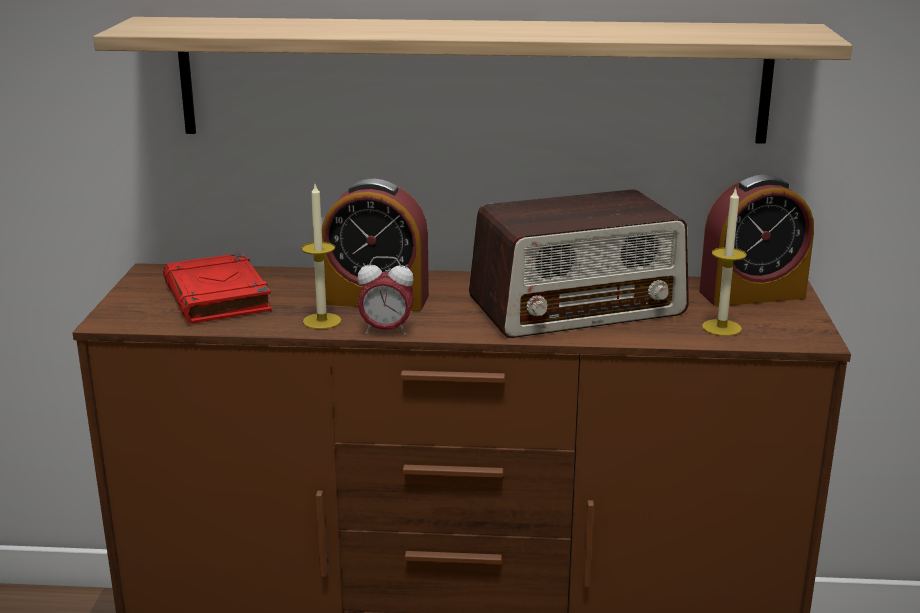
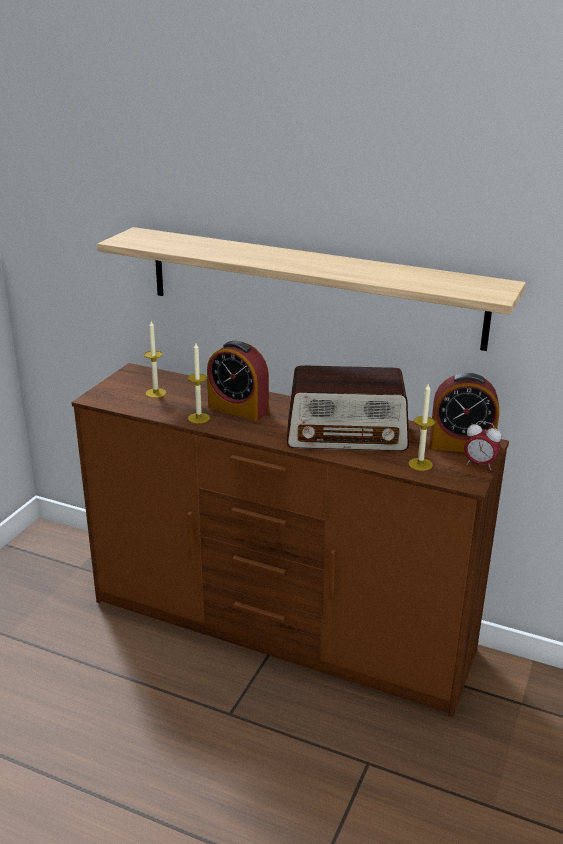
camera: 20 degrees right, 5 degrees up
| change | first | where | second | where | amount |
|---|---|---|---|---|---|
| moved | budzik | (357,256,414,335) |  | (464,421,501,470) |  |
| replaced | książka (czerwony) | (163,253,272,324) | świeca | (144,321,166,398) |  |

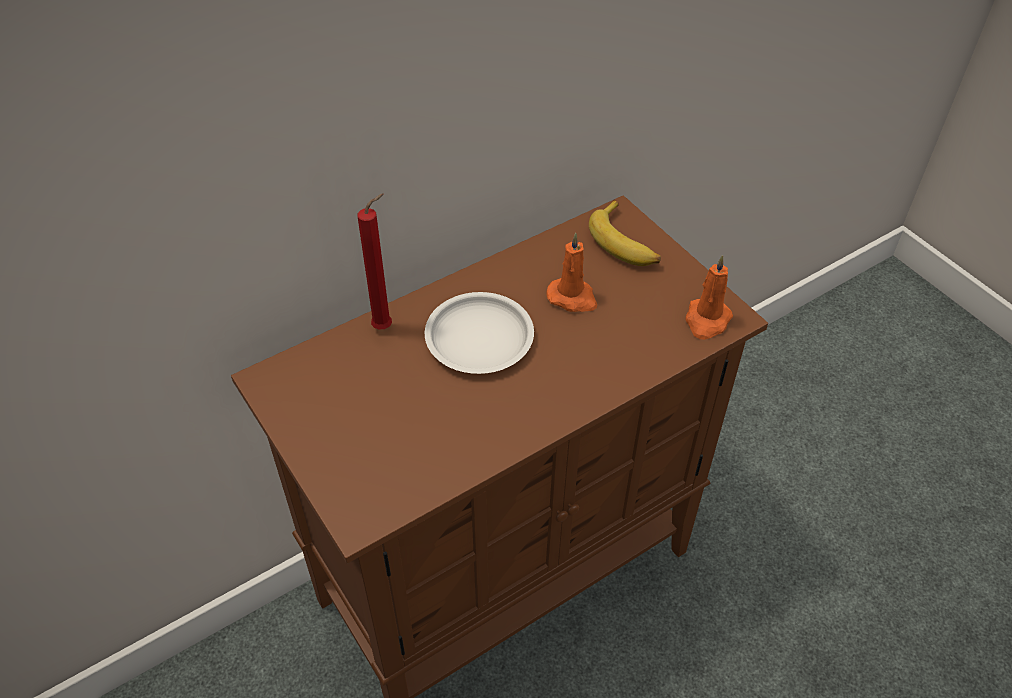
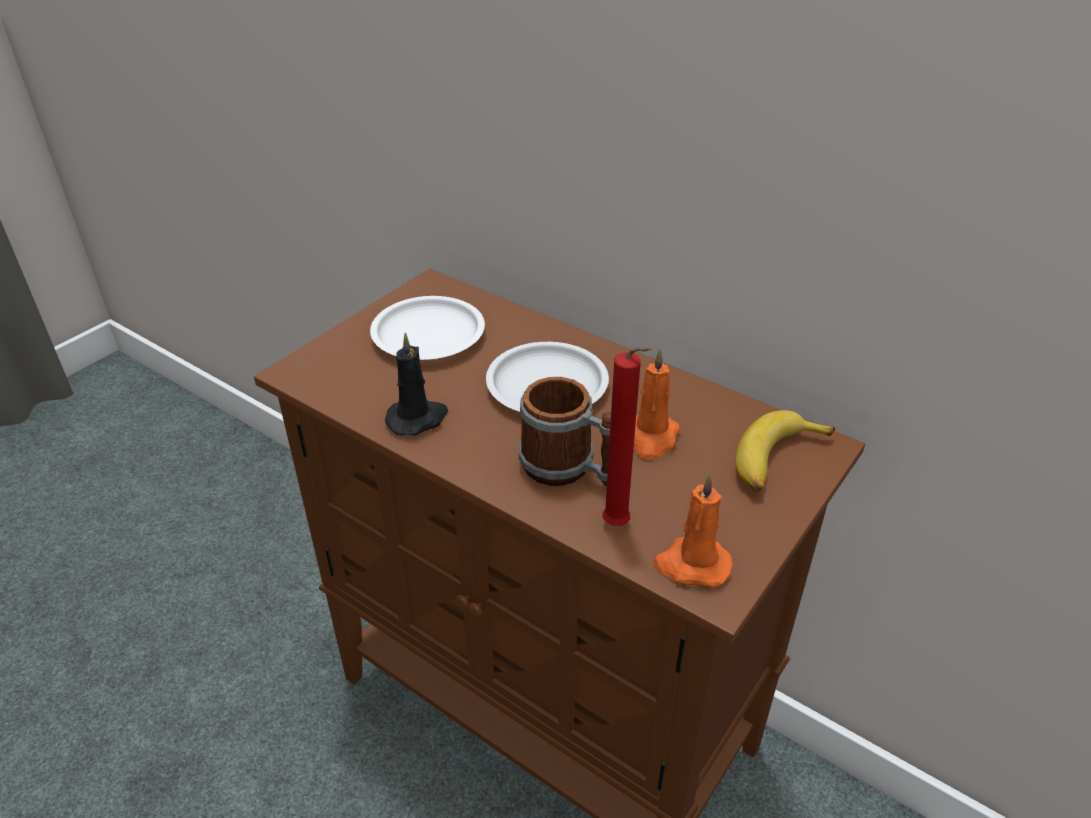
camera: 70 degrees right, 10 degrees down
| change | first | where | second | where | amount |
|---|---|---|---|---|---|
| added |  |  | talerz (biały) | (370,296,485,360) |  |
| added |  |  | świeca (czarny) | (385,332,448,436) |  |
| added |  |  | kubek | (519,377,611,486) |  |
| moved | świeca (czerwony) | (357,193,392,330) |  | (602,347,652,526) |  |

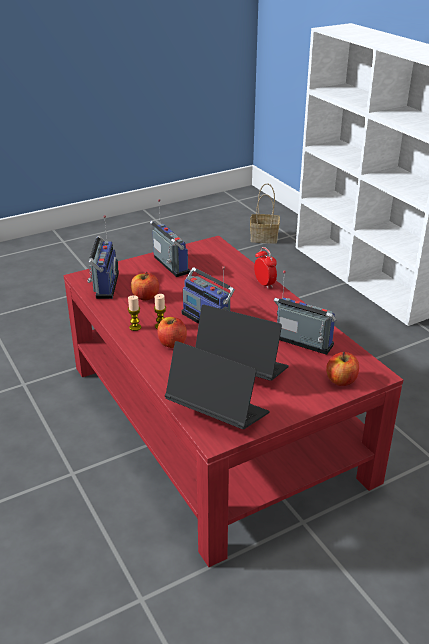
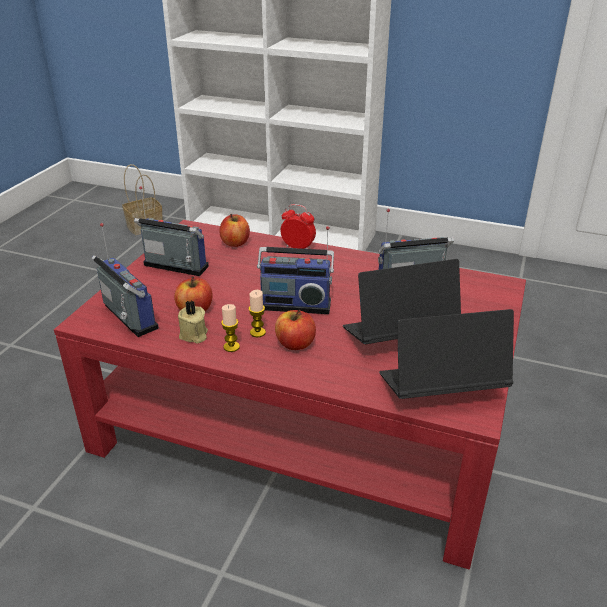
camera: 40 degrees left, 0 degrees up
| change | first | where | second | where | amount |
|---|---|---|---|---|---|
| added |  |  | świeca (beżowy) | (178,301,208,344) |  |
| moved | jabłko | (326,352,359,386) |  | (220,214,250,247) |  |

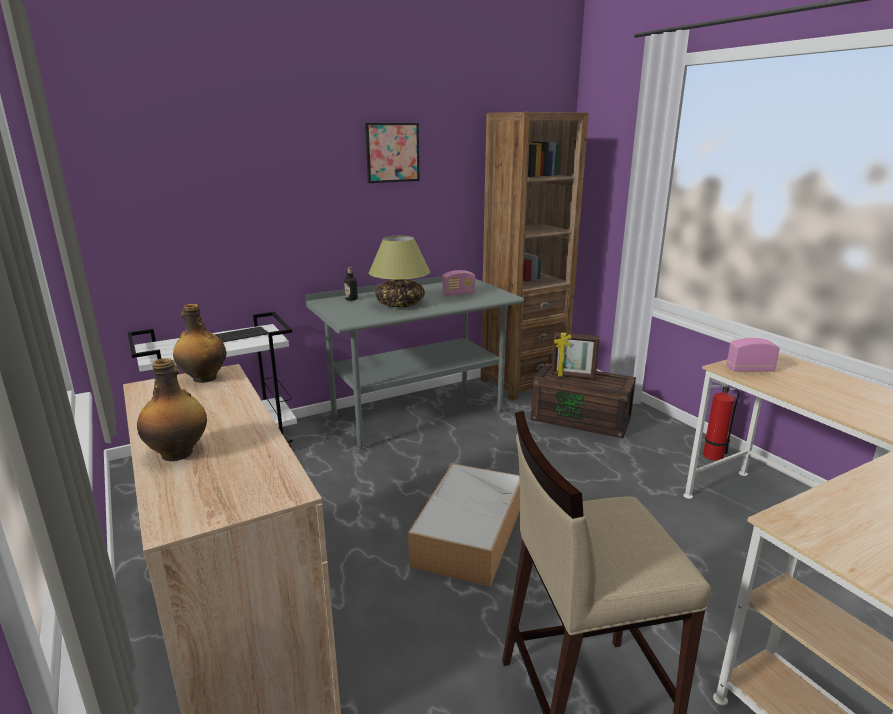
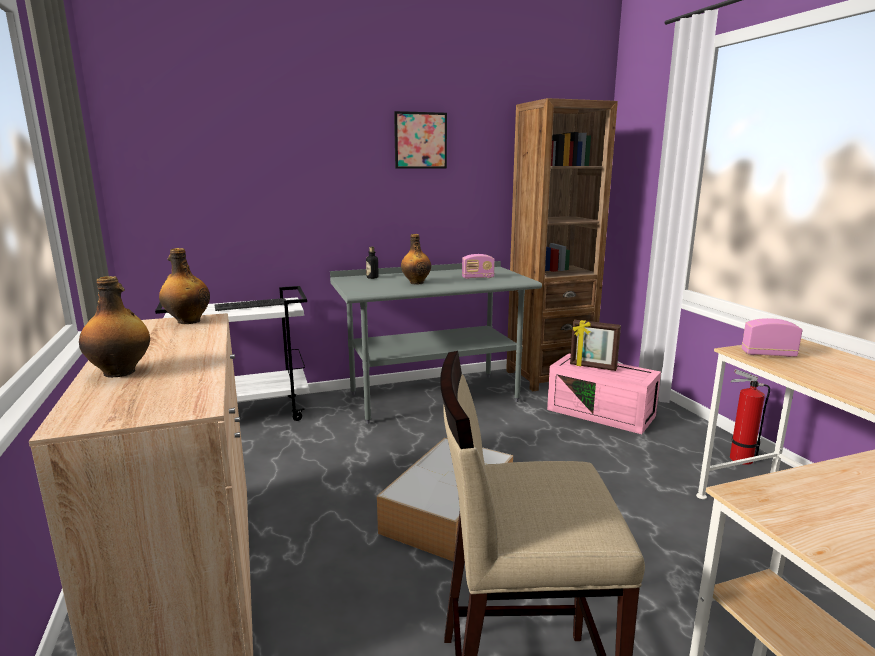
camera: 10 degrees right, 5 degrees down
| change | first | where | second | where | amount |
|---|---|---|---|---|---|
| replaced | lampa stołowa | (369,236,430,307) | butelka | (401,234,431,284) |  |
| recoloured | pojemnik do przechowywania (brązowy) | (531,363,636,438) | pojemnik do przechowywania (różowy) | (547,353,661,434) |  |

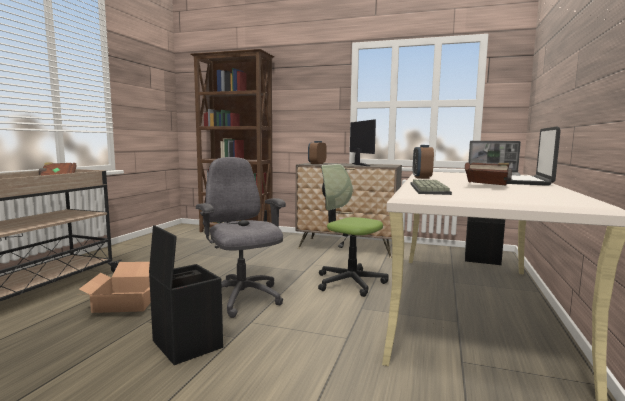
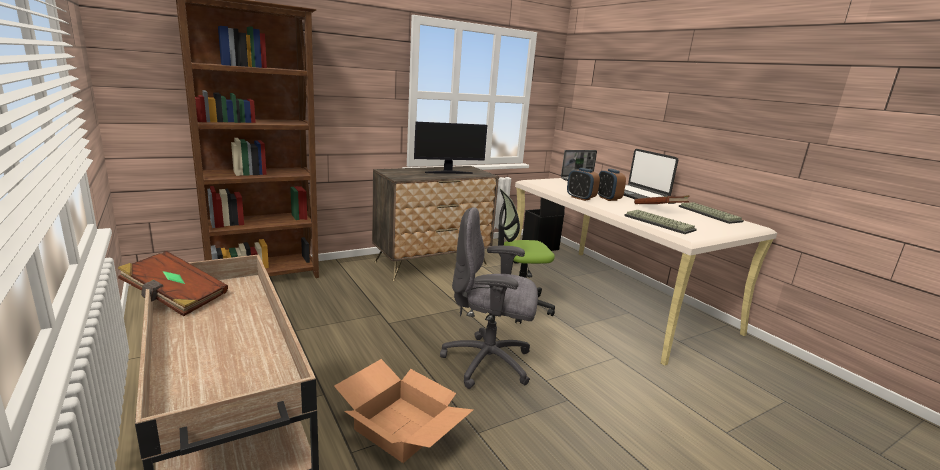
camera: 50 degrees left, 10 degrees up
| change | first | where | second | where | amount |
|---|---|---|---|---|---|
| removed | pojemnik do przechowywania (czarny) | (149,225,223,365) |  |  |  |
| added |  |  | klawiatura | (679,202,744,224) |  |
| moved | budzik | (308,141,327,164) |  | (598,169,626,201) |  |
| turned | monitor | (350,119,376,166) |  | (414,122,487,174) | 135 degrees clockwise |

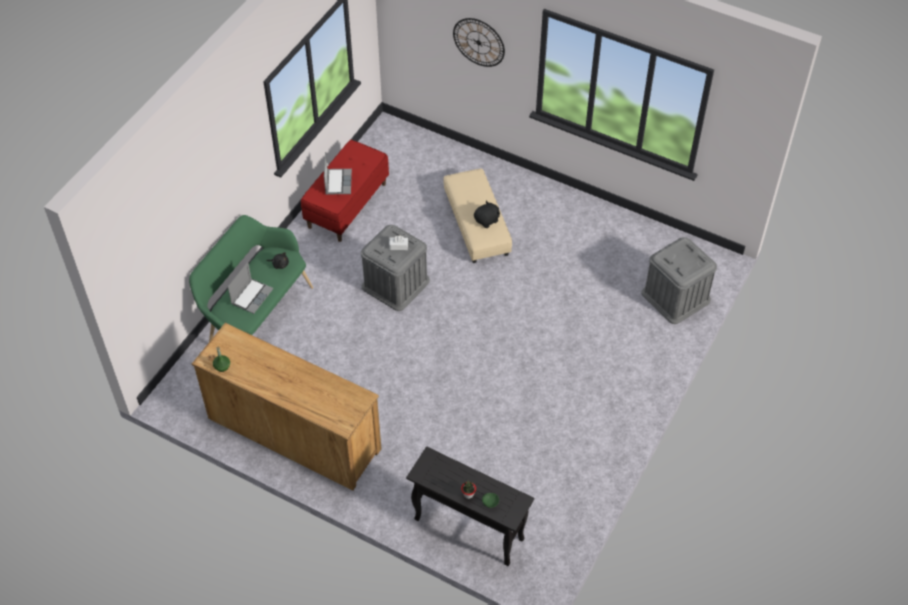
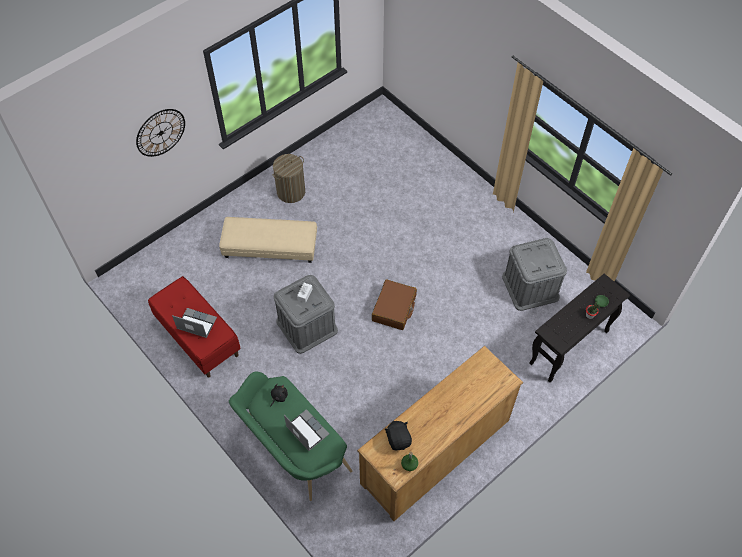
camera: 70 degrees left, 5 degrees up
| change | first | where | second | where | amount |
|---|---|---|---|---|---|
| added |  |  | kosz na pranie | (272,154,305,203) |  |
| added |  |  | walizka (brązowy) | (372,279,417,330) |  |
| moved | pluszak (czarny) | (474,200,500,228) |  | (385,421,412,450) |  |
| moved | pojemnik do przechowywania (szary) | (641,237,717,324) |  | (502,238,567,311) |  |

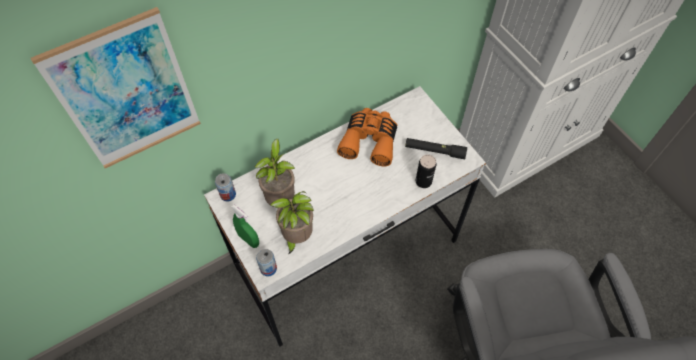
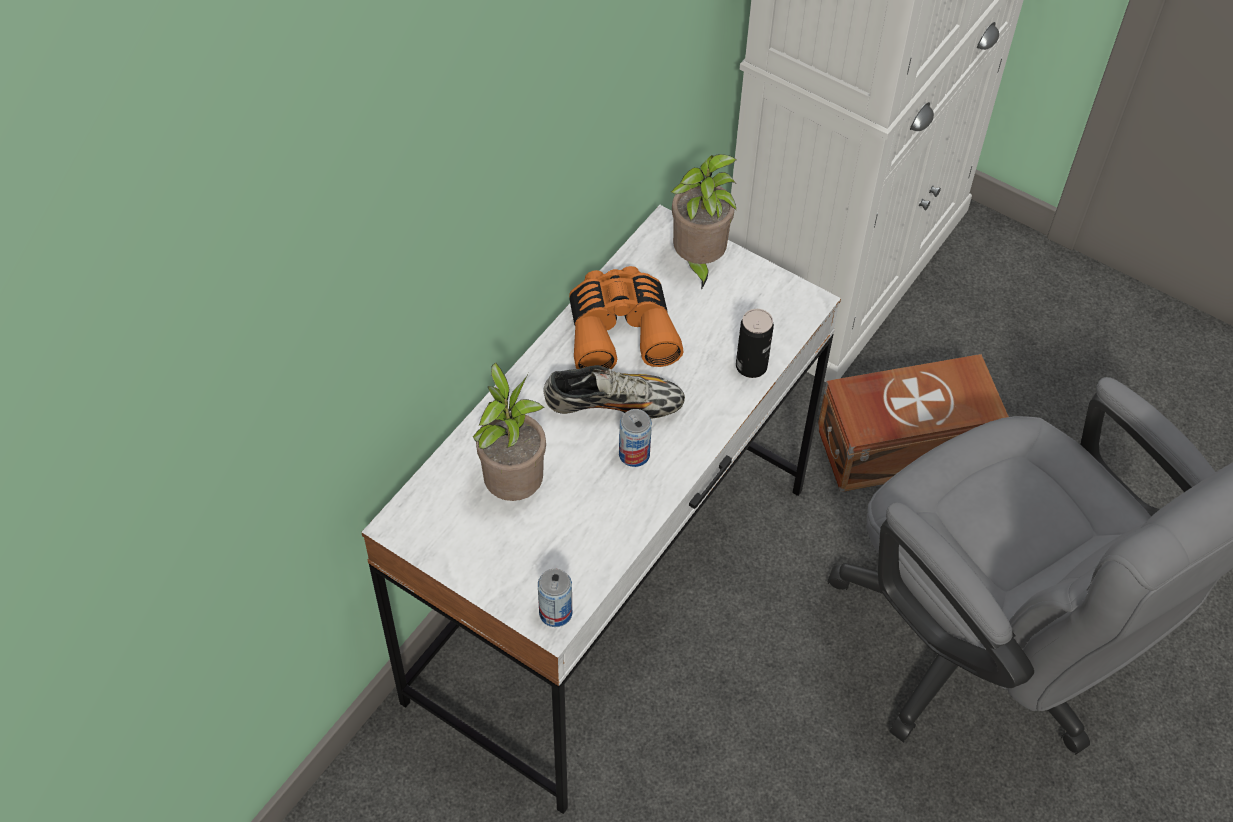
camera: 25 degrees left, 5 degrees down
| change | first | where | second | where | amount |
|---|---|---|---|---|---|
| removed | obraz | (31,7,201,168) |  |  |  |
| removed | spryskiwacz (zielony) | (231,204,259,248) |  |  |  |
| removed | latarka (czarny) | (405,138,467,159) |  |  |  |
| added |  |  | but | (544,365,685,419) |  |
| added |  |  | pojemnik do przechowywania (brązowy) | (817,354,1009,492) |  |
| moved | puszka | (215,173,236,201) |  | (619,409,652,467) |  |
| moved | roślina doniczkowa | (270,191,314,255) |  | (671,154,737,290) |  |

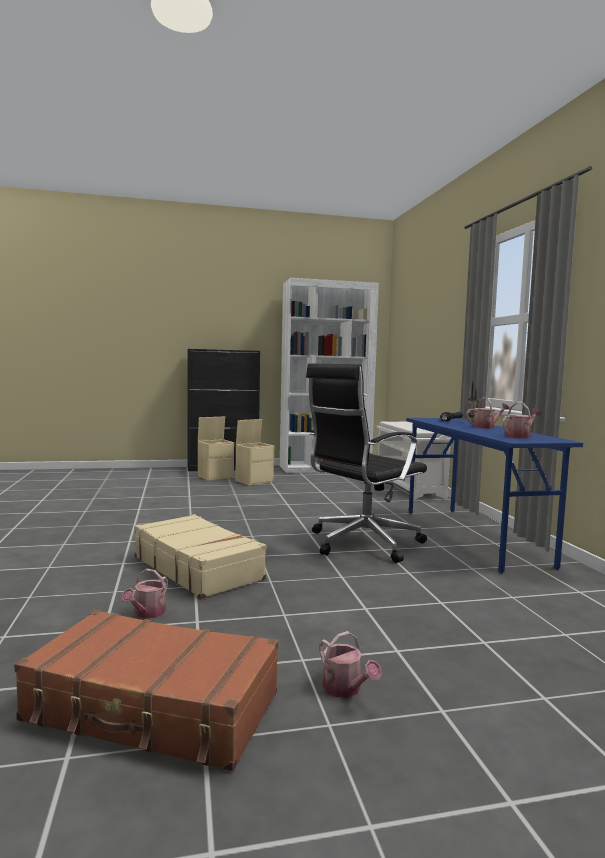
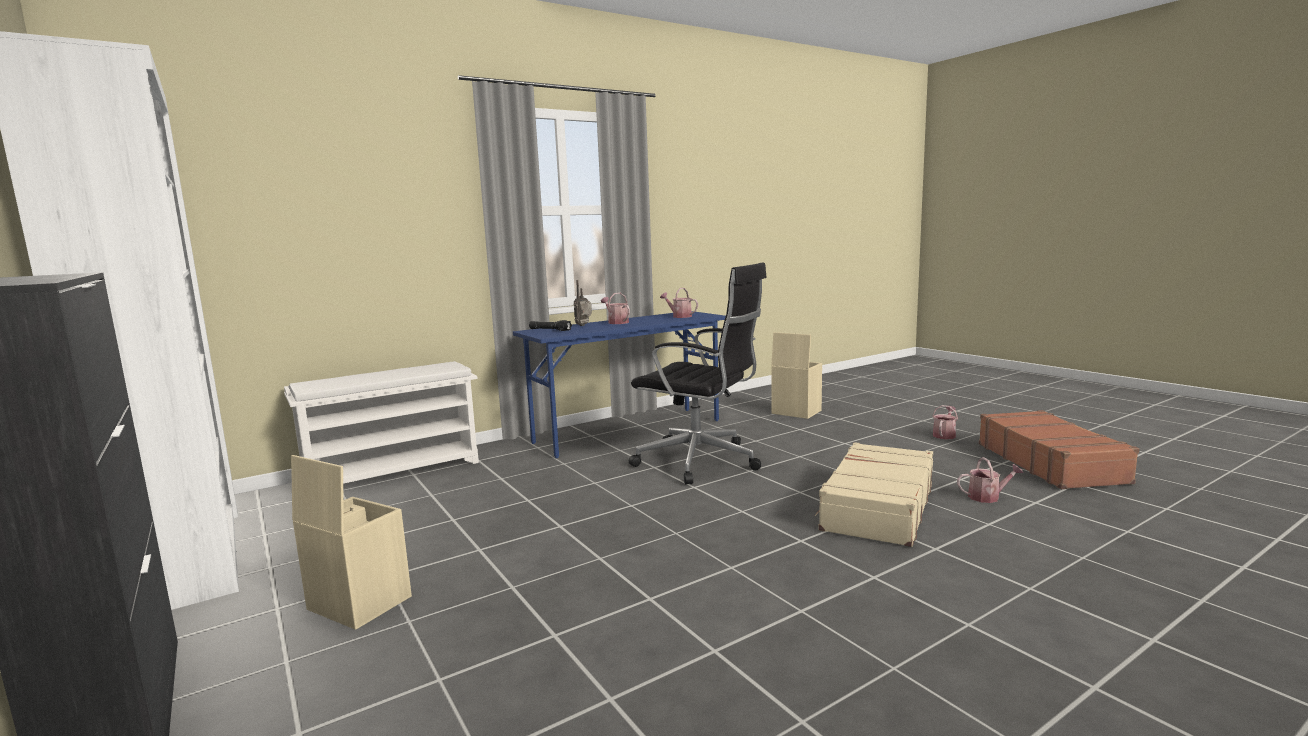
camera: 110 degrees left, 5 degrees up
| change | first | where | second | where | amount |
|---|---|---|---|---|---|
| moved | pojemnik do przechowywania (beżowy) | (198,416,234,481) |  | (771,332,822,419) |  |

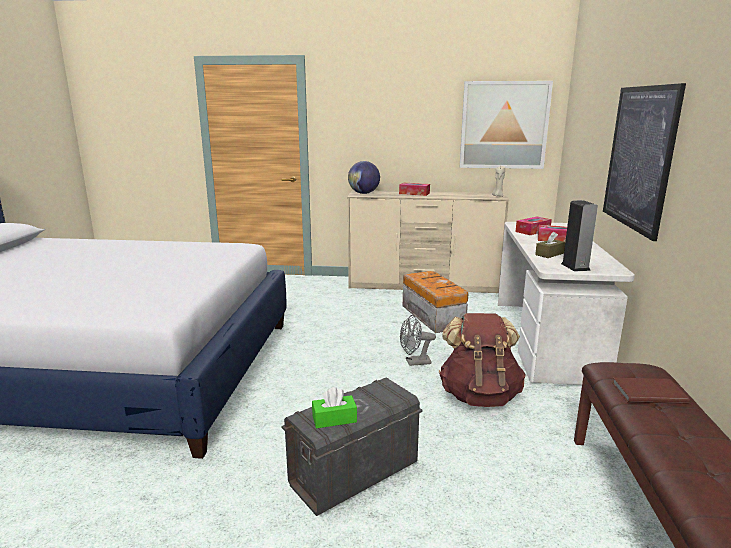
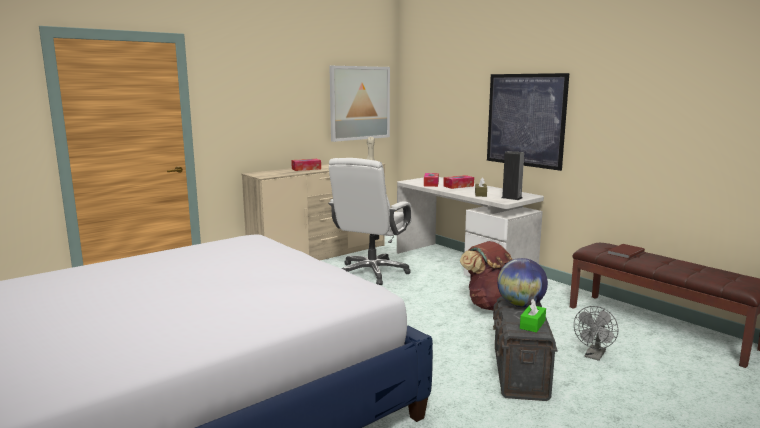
camera: 45 degrees left, 5 degrees down
| change | first | where | second | where | amount |
|---|---|---|---|---|---|
| moved | globus | (348,161,380,194) |  | (497,258,548,307) |  |
| moved | wentylator (szary) | (400,315,436,366) |  | (574,306,618,361) |  |
| replaced | pojemnik do przechowywania | (403,271,469,333) | krzesło biurowe (biały) | (328,158,411,285) |  |

